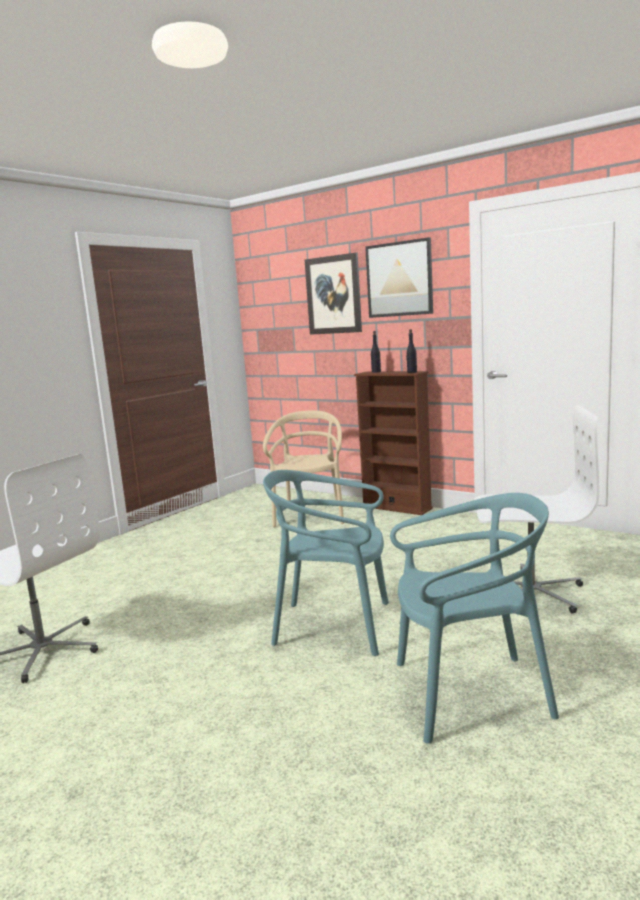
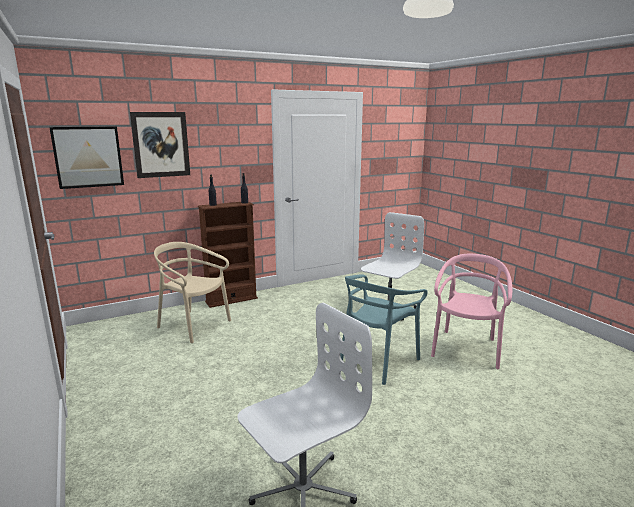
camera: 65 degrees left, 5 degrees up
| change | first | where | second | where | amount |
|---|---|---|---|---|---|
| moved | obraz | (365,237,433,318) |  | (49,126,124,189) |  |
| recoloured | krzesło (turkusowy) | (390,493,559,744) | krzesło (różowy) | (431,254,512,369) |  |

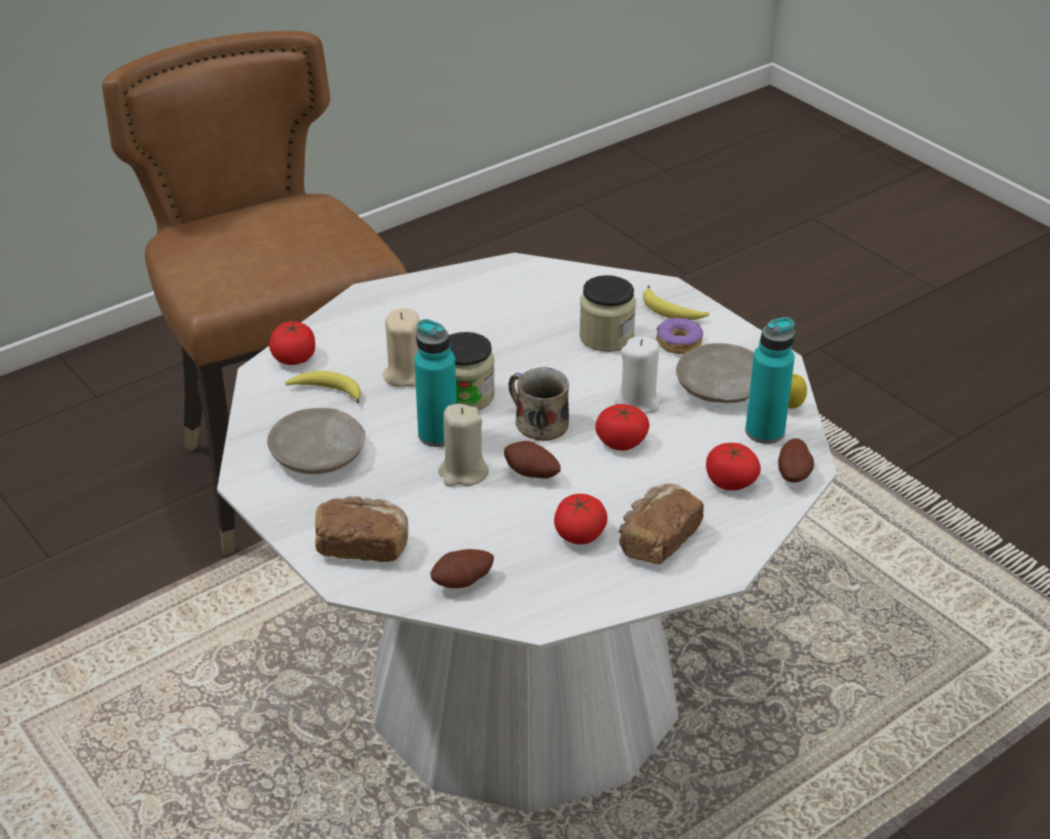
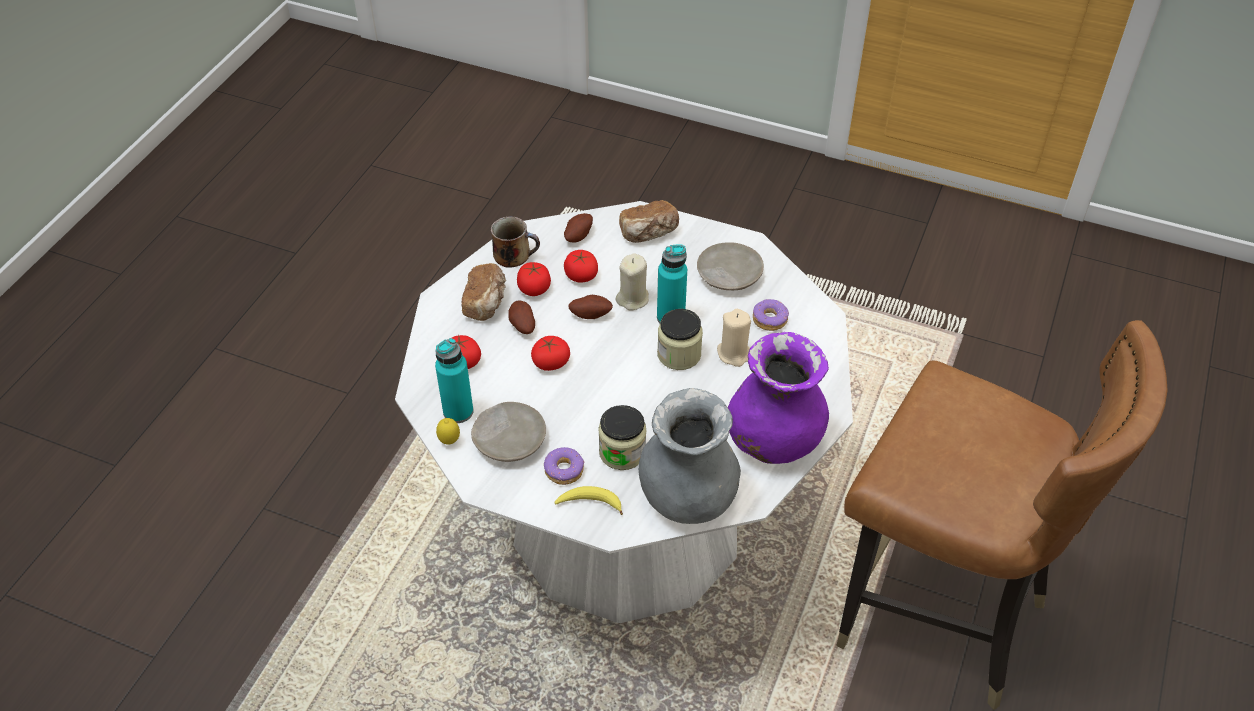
camera: 150 degrees right, 10 degrees up
| change | first | where | second | where | amount |
|---|---|---|---|---|---|
| removed | świeca (biały) | (615,337,664,414) |  |  |  |
| added |  |  | wazon (szary) | (638,388,741,524) |  |
| added |  |  | wazon (fioletowy) | (728,332,829,464) |  |
| moved | pomidor | (269,321,315,365) |  | (564,250,598,283) |  |
| moved | kubek | (509,367,569,441) |  | (491,216,540,268) |  |
| moved | ziemniak | (778,438,814,483) |  | (508,300,535,334) |  |
| replaced | banan | (285,371,361,403) | donut | (753,299,789,331) |  |

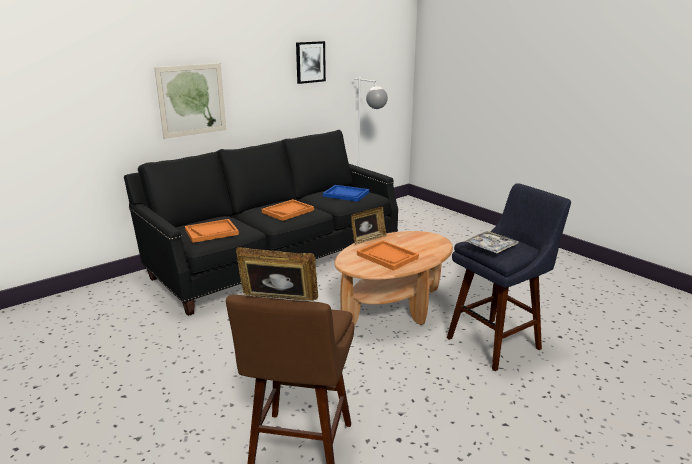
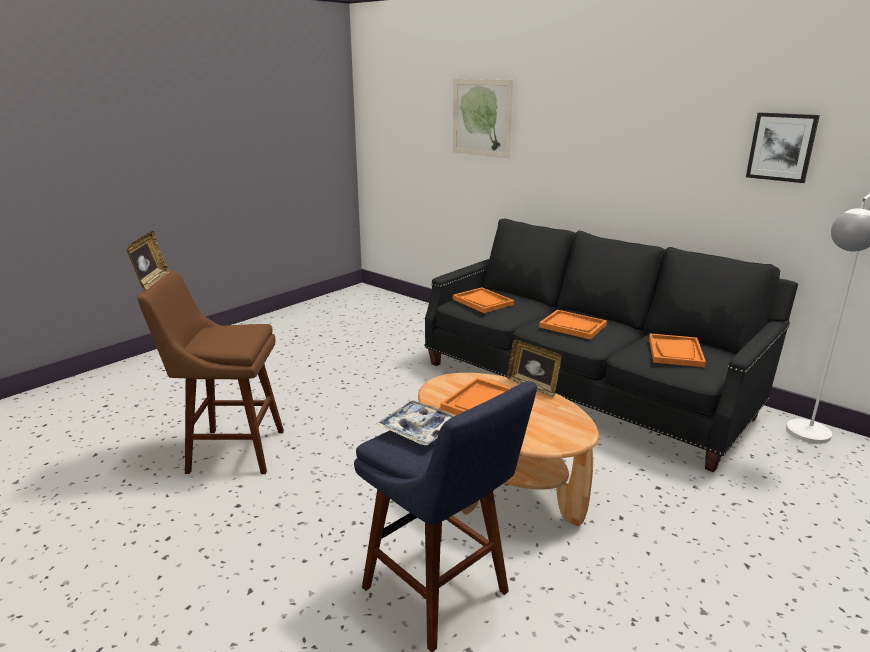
camera: 80 degrees right, 0 degrees up
| change | first | where | second | where | amount |
|---|---|---|---|---|---|
| moved | obraz | (154,63,226,139) |  | (453,79,513,158) |  |
| recoloured | taca (niebieski) | (323,185,369,202) | taca (pomarańczowy) | (649,334,706,367) |  |

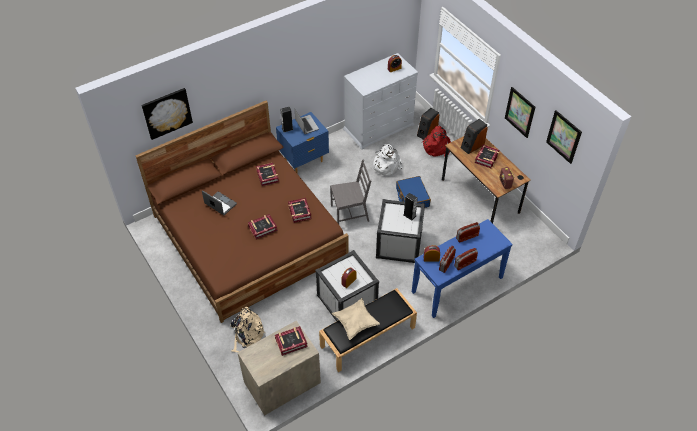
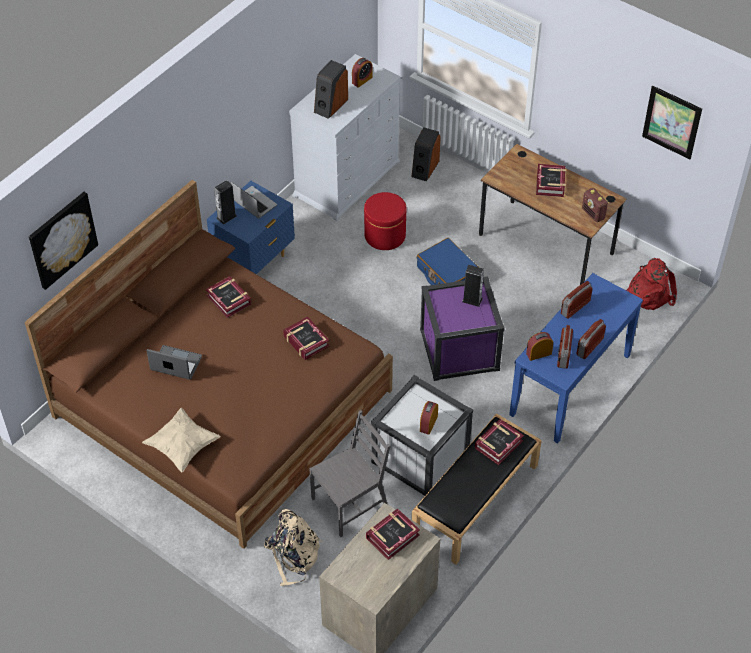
camera: 20 degrees left, 0 degrees up
| change | first | where | second | where | amount |
|---|---|---|---|---|---|
| removed | obraz | (505,87,535,138) |  |  |  |
| moved | książka | (248,214,278,239) |  | (475,419,524,465) |  |
| moved | krzesło (szary) | (330,159,371,224) |  | (309,410,390,537) |  |
| moved | poduszka (beżowy) | (332,298,380,340) |  | (142,408,221,472) |  |
| moved | plecak (czerwony) | (422,125,451,157) |  | (626,258,677,310) |  |
| moved | głośnik | (461,119,488,154) |  | (314,60,348,119) |  |
| replaced | plecak (biały) | (372,144,402,176) | pufa (czerwony) | (364,192,407,250) |  |
| recoloured | pojemnik do przechowywania (biały) | (376,199,425,263) | pojemnik do przechowywania (fioletowy) | (420,277,505,381) |  |

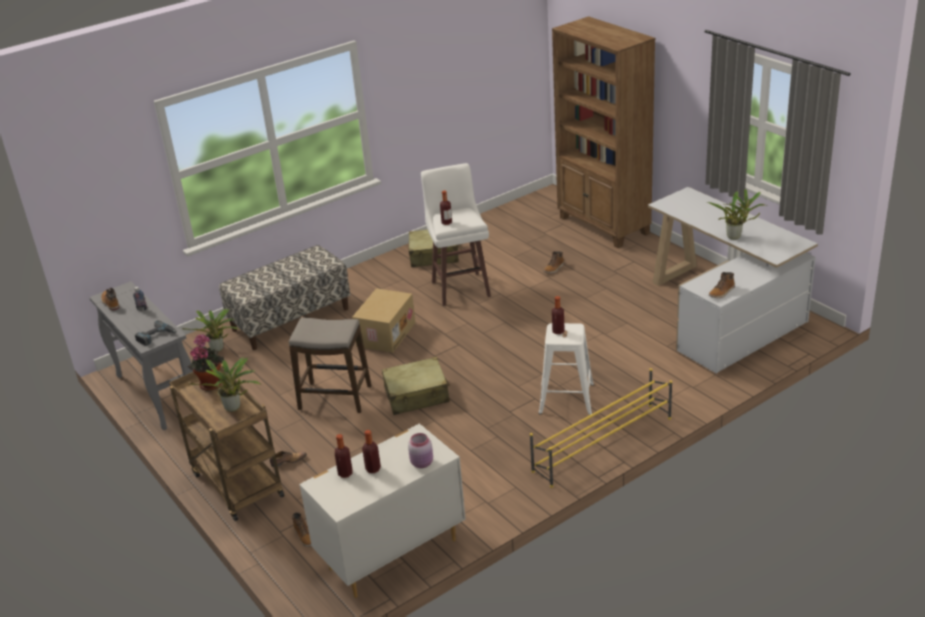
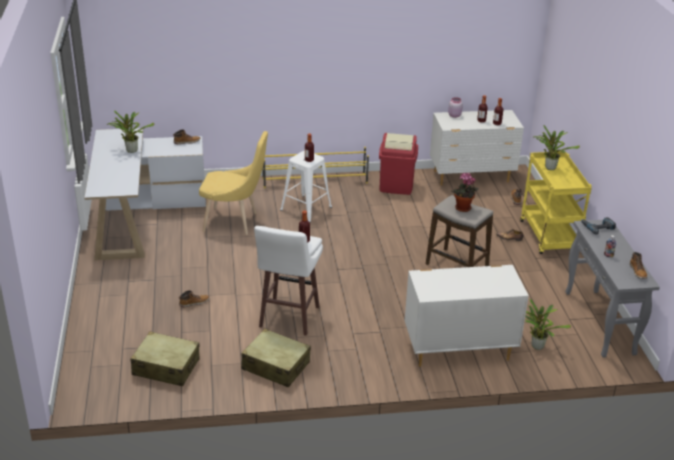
camera: 155 degrees left, 0 degrees up
| change | first | where | second | where | amount |
|---|---|---|---|---|---|
| removed | karton | (352,288,416,353) |  |  |  |
| removed | regał (brązowy) | (552,16,655,248) |  |  |  |
| added |  |  | krzesło (żółty) | (199,131,268,235) |  |
| added |  |  | kosz na śmieci (czerwony) | (379,133,418,195) |  |
| moved | roślina doniczkowa | (188,334,224,391) |  | (451,172,479,212) |  |
| moved | walizka (beżowy) | (382,357,450,415) |  | (131,332,200,386) |  |
| replaced | ławka | (219,245,350,350) | komoda (biały) | (405,265,529,367) |  |
| recoloured | wózek (brązowy) | (169,364,285,521) | wózek (żółty) | (520,151,592,254) |  |

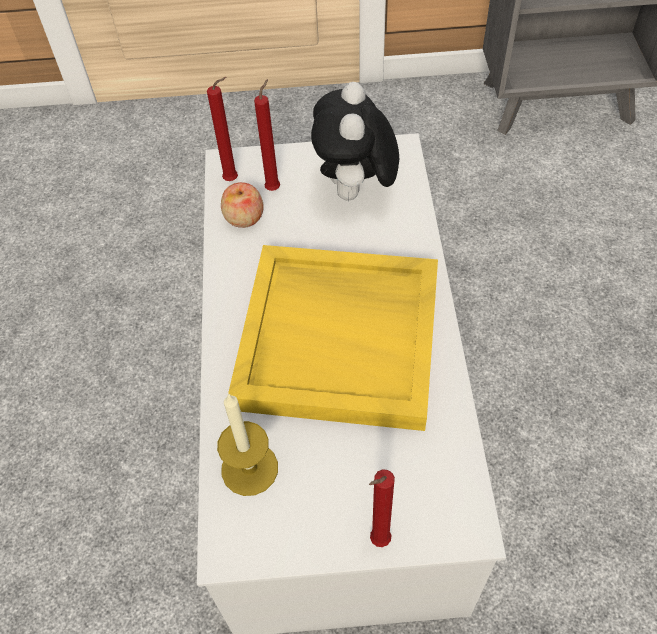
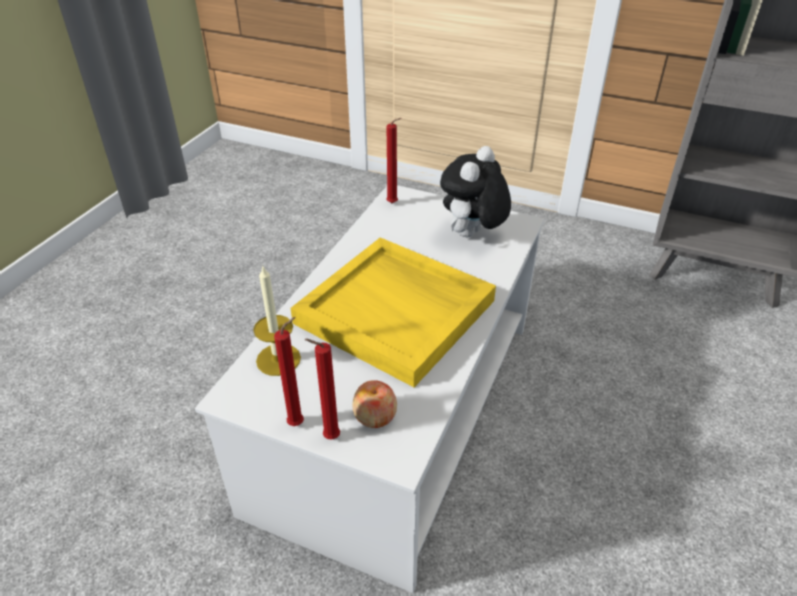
camera: 25 degrees right, 15 degrees down
| change | first | where | second | where | amount |
|---|---|---|---|---|---|
| moved | jabłko | (221,182,264,228) |  | (352,380,397,428) |  |
| moved | świeca (czerwony) | (254,79,280,191) |  | (274,317,304,426) |  |

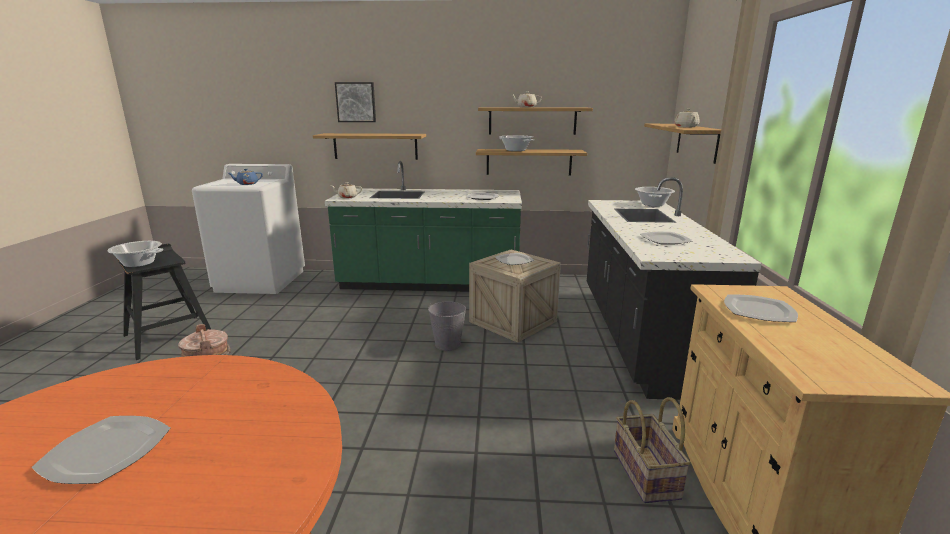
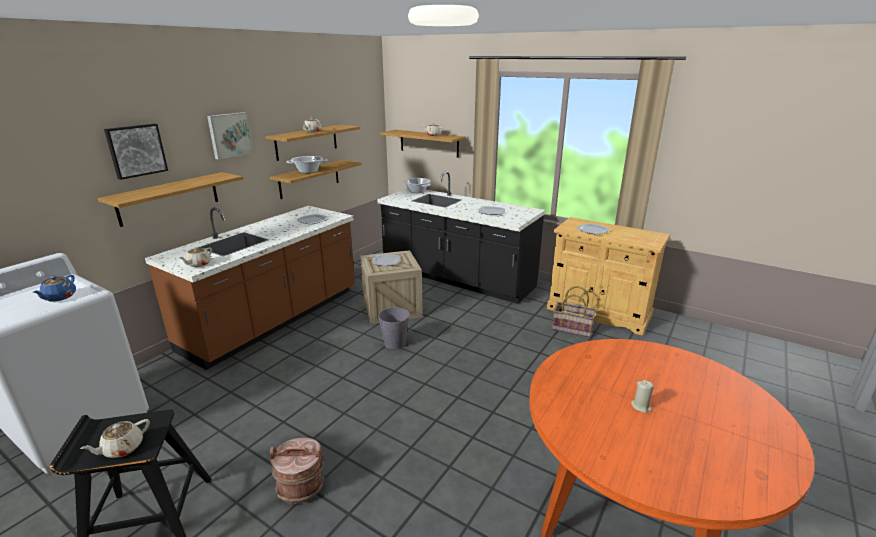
camera: 60 degrees left, 5 degrees up
| change | first | where | second | where | amount |
|---|---|---|---|---|---|
| added |  |  | obraz | (207,112,253,159) |  |
| replaced | talerz | (31,416,171,484) | świeca (beżowy) | (631,380,654,413) |  |
| replaced | garnek | (107,241,163,267) | imbryk (beżowy) | (80,419,150,458) |  |
| recoloured | zabudowa kuchenna (zielony) | (325,161,522,292) | zabudowa kuchenna (brązowy) | (145,206,355,370) |  |

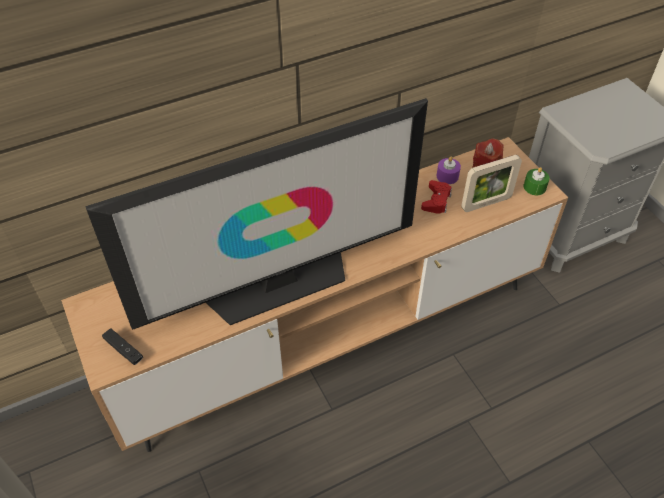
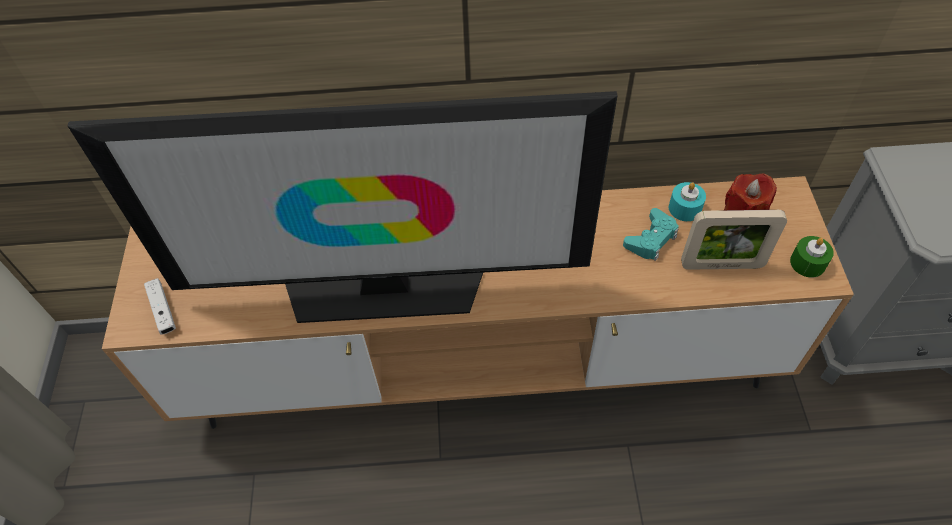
camera: 25 degrees right, 5 degrees up
| change | first | where | second | where | amount |
|---|---|---|---|---|---|
| recoloured | pad do gier (czarny) | (102,328,143,365) | pad do gier (biały) | (144,278,176,335) |  |
| recoloured | pad do gier (czerwony) | (421,180,452,214) | pad do gier (turkusowy) | (623,208,679,261) |  |
| recoloured | świeca (fioletowy) | (437,156,461,184) | świeca (turkusowy) | (669,182,706,221) |  |

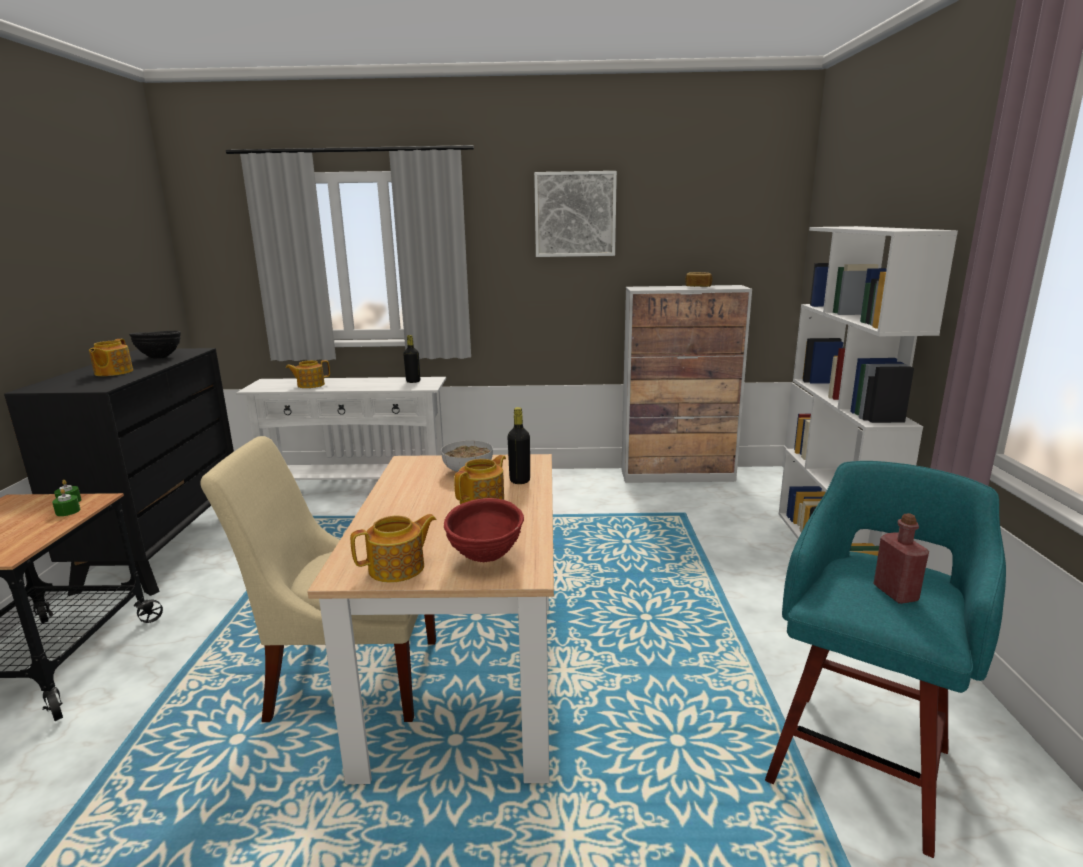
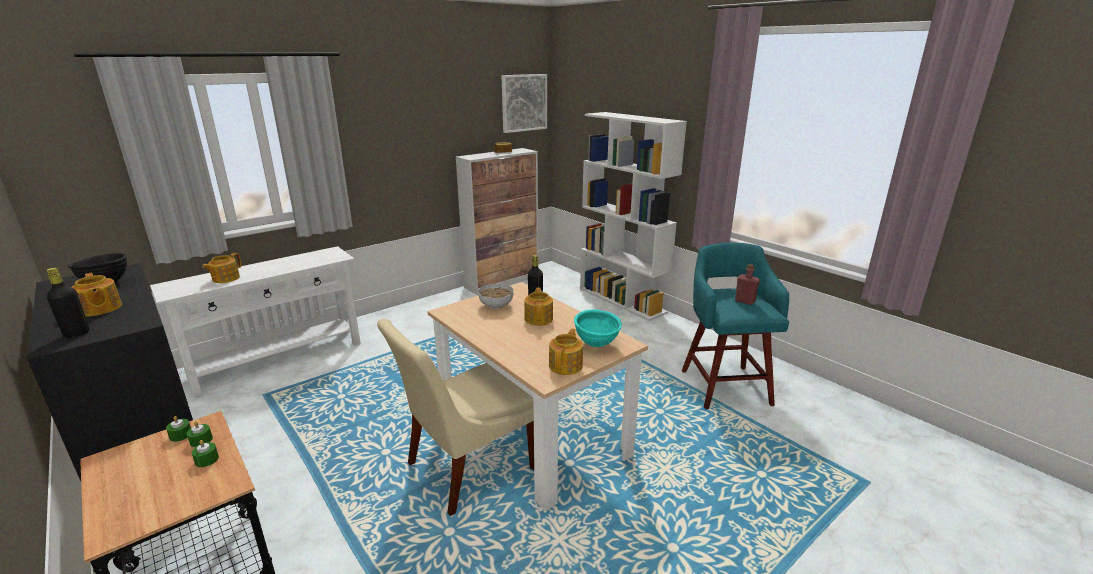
camera: 40 degrees left, 5 degrees up
| change | first | where | second | where | amount |
|---|---|---|---|---|---|
| added |  |  | świeca (zielony) | (192,440,219,467) |  |
| moved | butelka (czarny) | (403,335,420,383) |  | (47,268,89,338) |  |
| moved | obraz | (534,171,617,257) |  | (502,74,547,133) |  |
| recoloured | miska (czerwony) | (444,498,524,563) | miska (turkusowy) | (574,310,622,347) |  |

